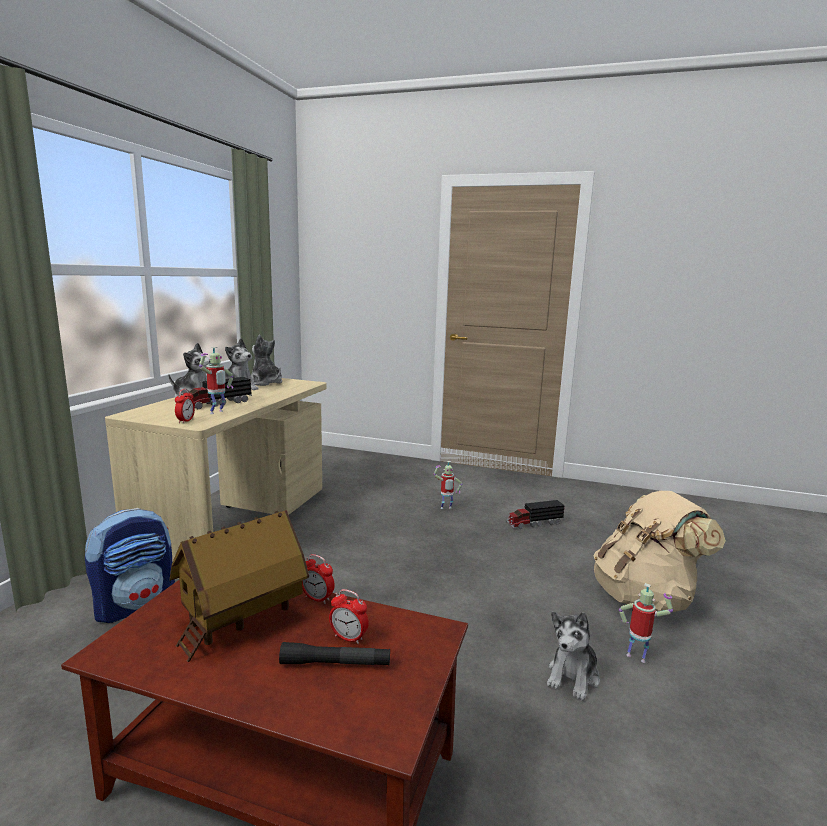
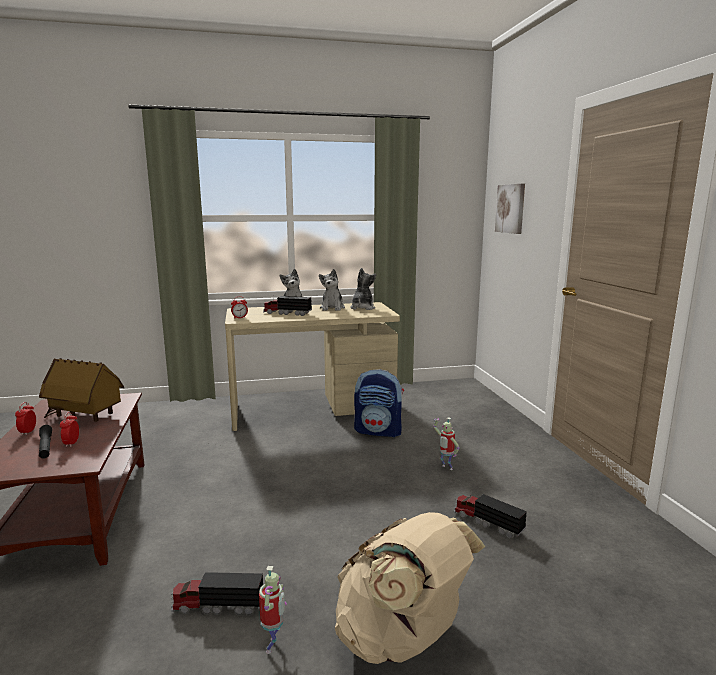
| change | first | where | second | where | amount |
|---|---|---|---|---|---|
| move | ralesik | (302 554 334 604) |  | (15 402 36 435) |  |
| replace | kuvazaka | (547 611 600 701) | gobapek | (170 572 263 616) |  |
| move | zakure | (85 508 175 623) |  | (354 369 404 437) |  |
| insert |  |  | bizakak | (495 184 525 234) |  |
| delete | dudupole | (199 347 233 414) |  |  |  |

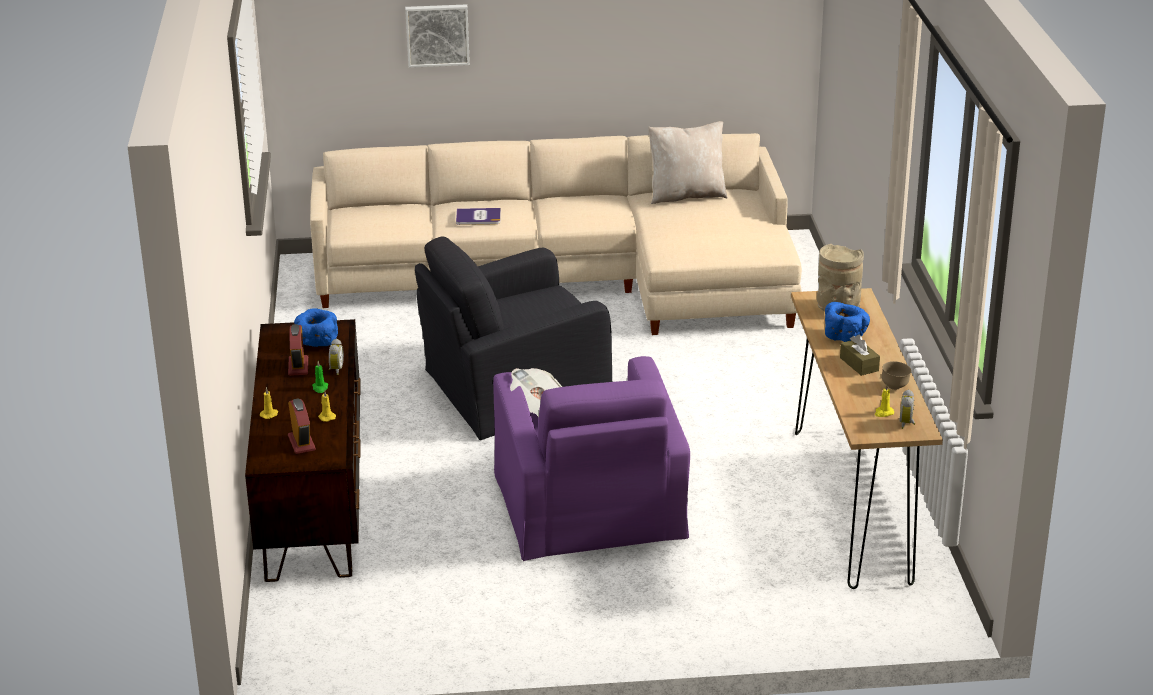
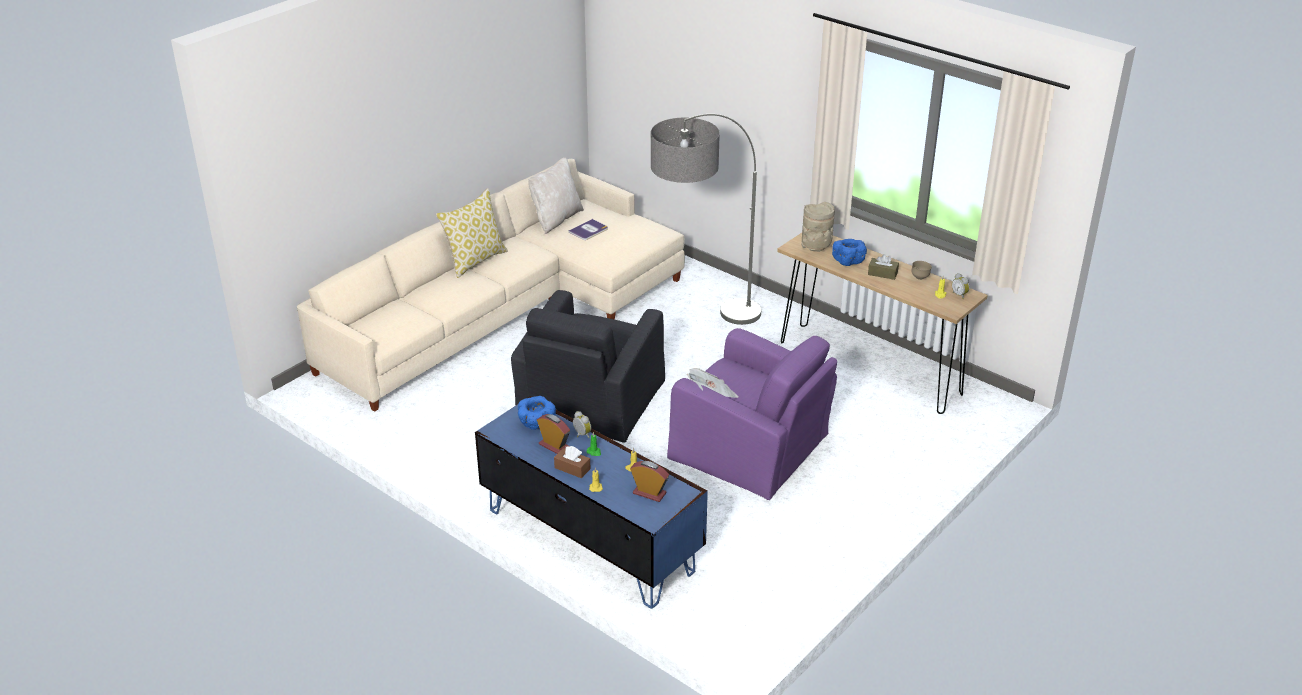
| change | first | where | second | where | amount |
|---|---|---|---|---|---|
| insert |  |  | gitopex | (436 188 508 278) |  |
| recolor | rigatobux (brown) | (245 319 361 582) | rigatobux (blue) | (475 396 708 609) |  |
| insert |  |  | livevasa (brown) | (554 446 590 478) |  |
| move | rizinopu | (456 208 501 225) |  | (568 219 608 240) |  |
| insert |  |  | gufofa | (651 114 761 325) |  |
| delete | bizakak | (405 4 470 68) |  |  |  |

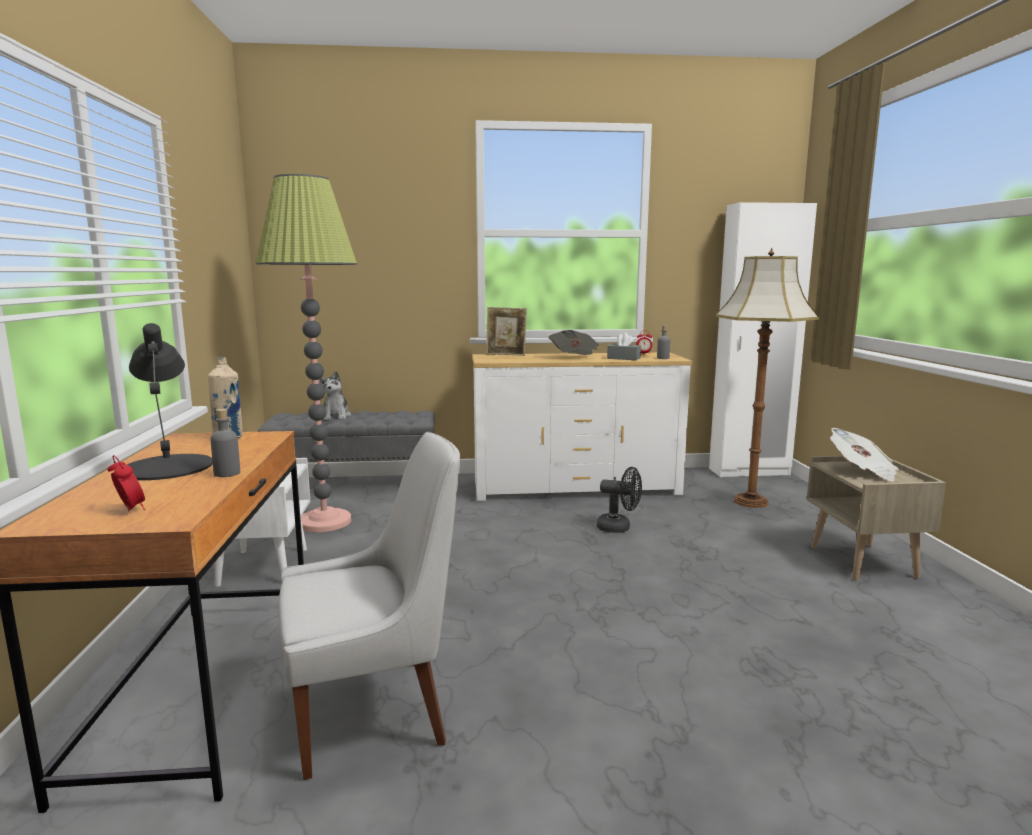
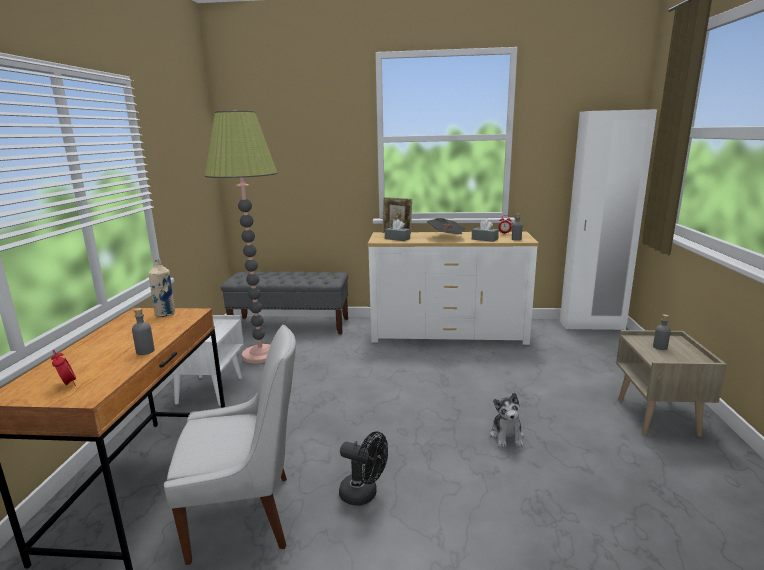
| change | first | where | second | where | amount |
|---|---|---|---|---|---|
| move | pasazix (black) | (597 467 642 533) |  | (339 431 388 506) |  |
| insert |  |  | livevasa (grey) | (385 219 410 241) |  |
| move | kuvazaka | (319 371 351 420) |  | (490 393 524 447) |  |
| replace | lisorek | (830 428 899 482) | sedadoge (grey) | (653 314 671 350) |  |
| delete | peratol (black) | (127 323 213 480) |  |  |  |
| delete | gufofa | (716 248 819 508) |  |  |  |

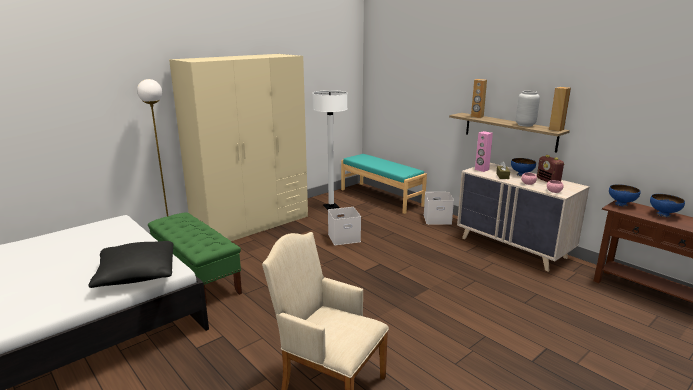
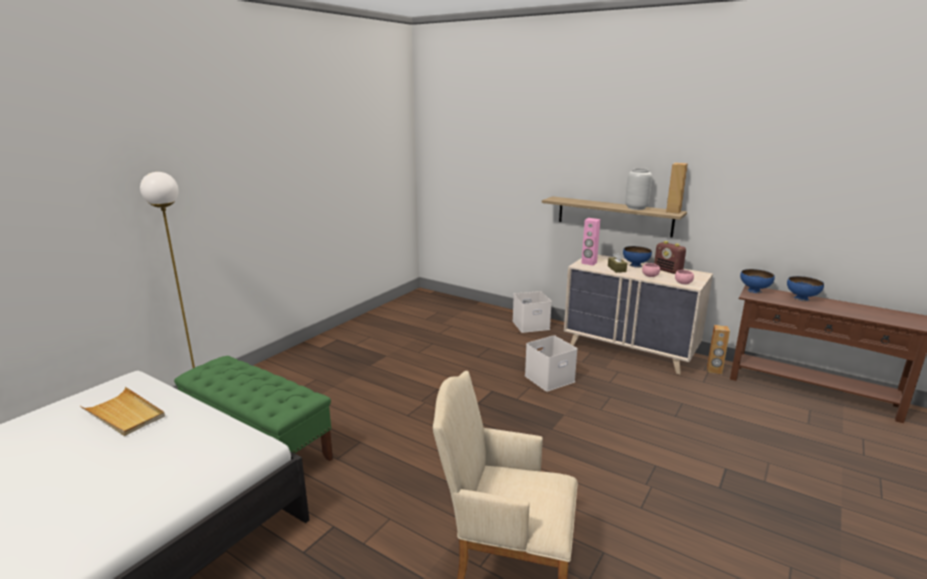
| change | first | where | second | where | amount |
|---|---|---|---|---|---|
| insert |  |  | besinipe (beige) | (80 387 165 436) |  |
| move | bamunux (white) | (328 207 361 245) |  | (525 335 578 392) |  |
| move | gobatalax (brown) | (471 79 487 118) |  | (707 325 730 374) |  |
| delete | gitopex (black) | (89 241 173 288) |  |  |  |
| delete | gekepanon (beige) | (169 54 308 241) |  |  |  |
| delete | gufofa (white) | (312 90 348 210) |  |  |  |
| delete | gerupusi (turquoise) | (341 154 427 214) |  |  |  |

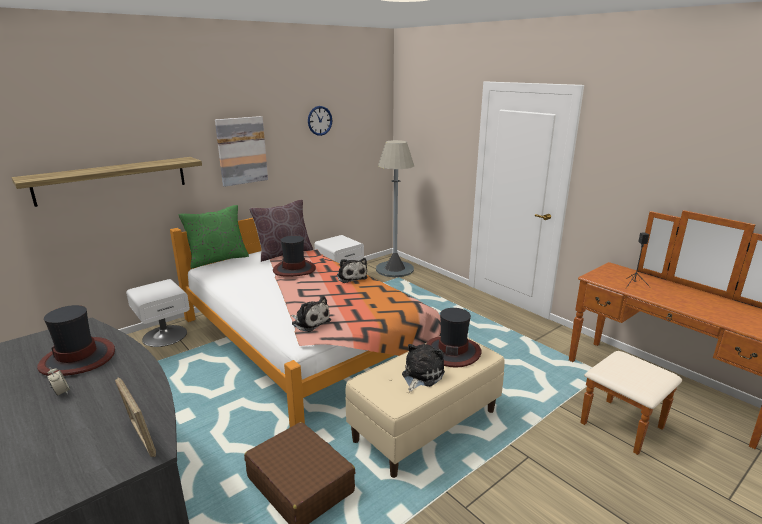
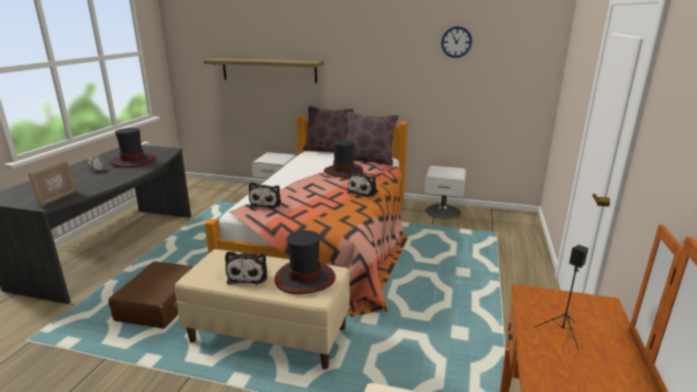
| change | first | where | second | where | amount |
|---|---|---|---|---|---|
| rotate | kuvazaka | (402 344 445 392) |  | (225 251 267 285) | 90 degrees clockwise |
| recolor | gitopex (green) | (179 205 249 269) | gitopex (brown) | (303 106 354 152) |  |
| delete | bizakak | (215 116 268 187) |  |  |  |
| delete | gufofa (grey) | (376 140 414 277) |  |  |  |

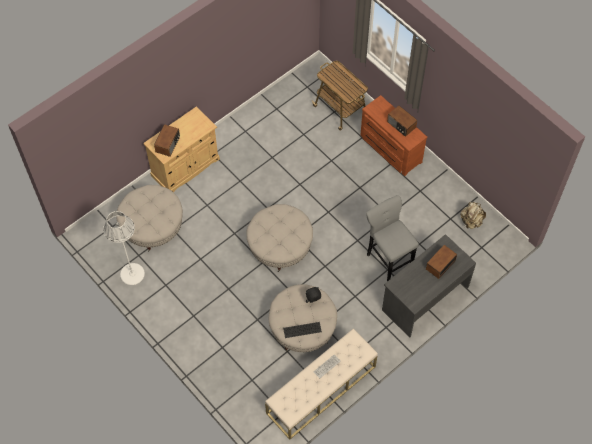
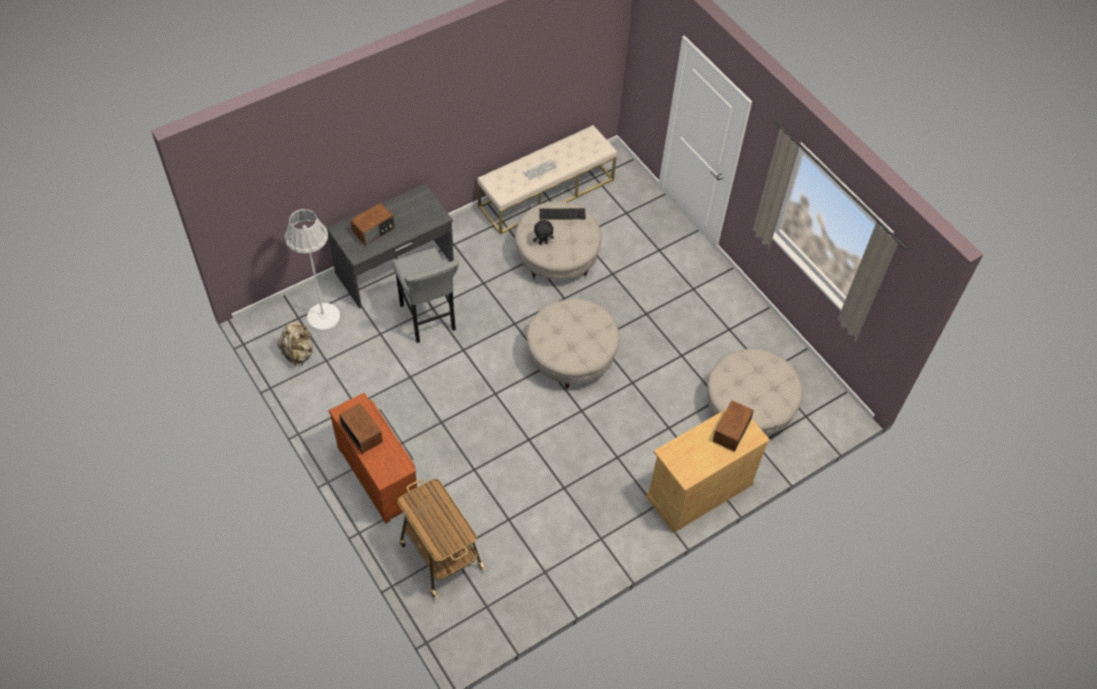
| change | first | where | second | where | amount |
|---|---|---|---|---|---|
| move | gufofa (white) | (103 211 145 285) |  | (285 209 340 330) |  |

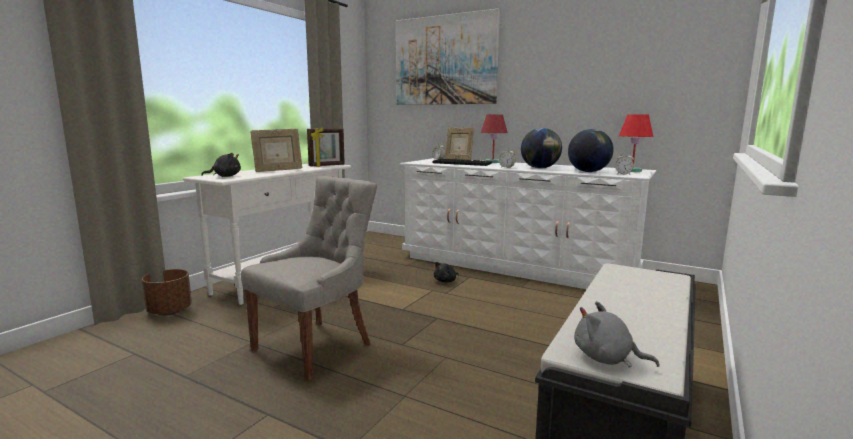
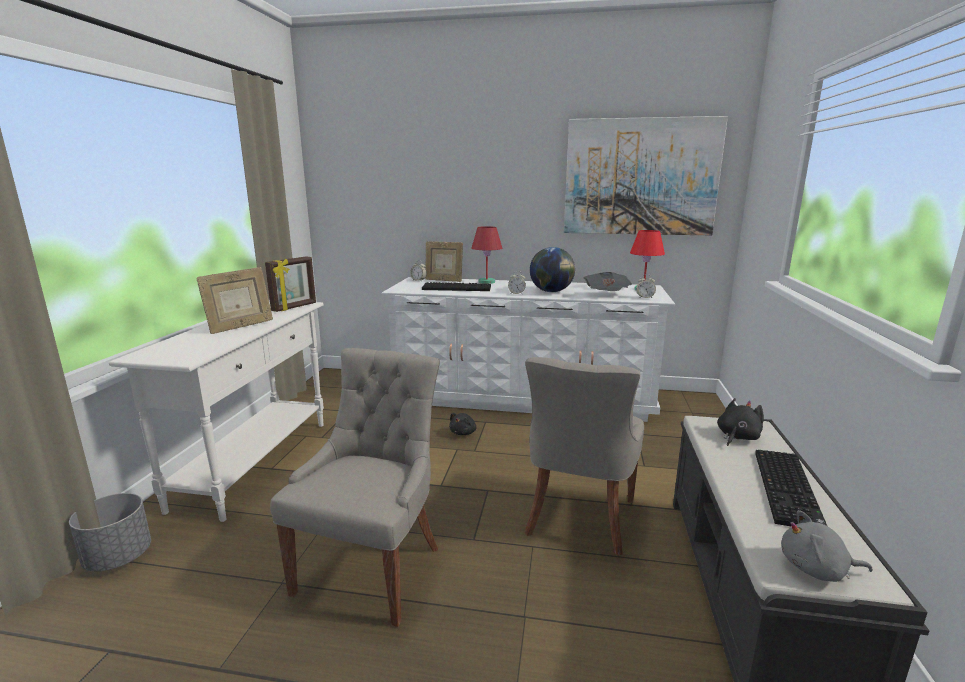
| change | first | where | second | where | amount |
|---|---|---|---|---|---|
| recolor | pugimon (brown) | (142 269 192 316) | pugimon (grey) | (69 493 151 571) |  |
| insert |  |  | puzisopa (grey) | (525 357 644 556) |  |
| move | bizakak | (396 9 500 105) |  | (564 116 728 235) |  |
| replace | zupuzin | (568 129 614 172) | lisorek | (583 272 632 291) |  |
| move | kuvazaka (black) | (201 153 241 177) |  | (717 398 764 446) |  |
| insert |  |  | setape | (755 450 827 526) |  |

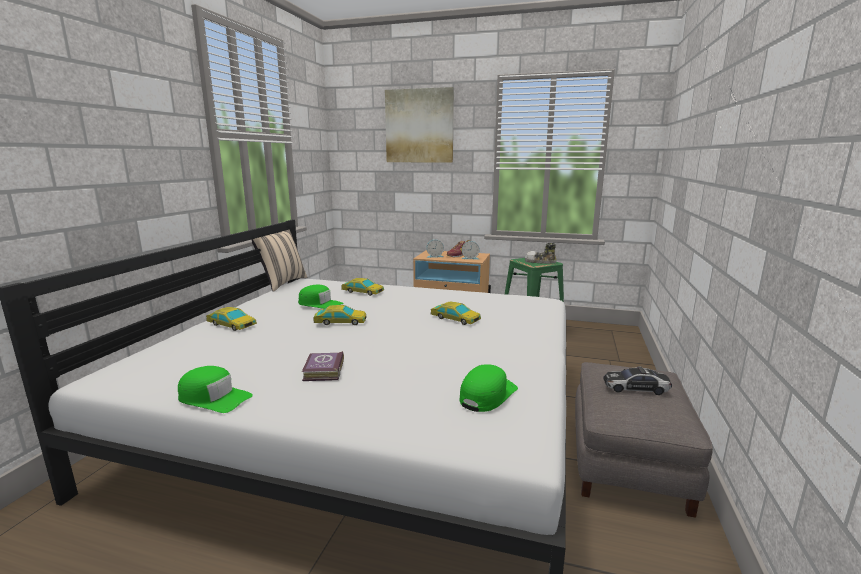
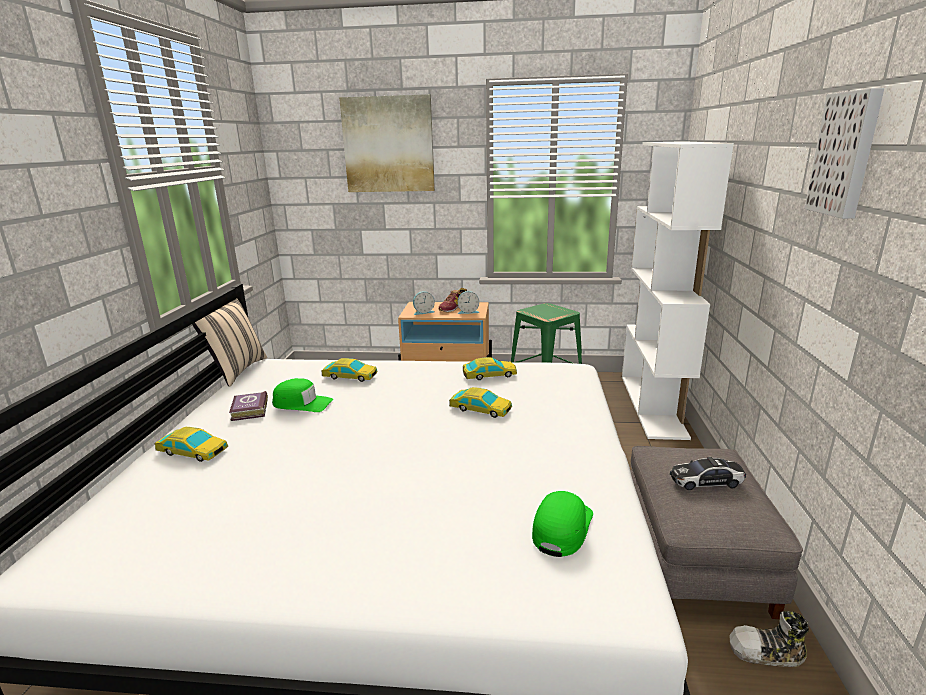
| change | first | where | second | where | amount |
|---|---|---|---|---|---|
| move | rizinopu | (302 351 344 381) |  | (229 391 268 421) |  |
| move | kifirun | (313 305 366 325) |  | (463 357 517 380) |  |
| insert |  |  | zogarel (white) | (622 141 734 440) |  |
| move | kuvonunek | (525 243 557 264) |  | (729 611 809 667) |  |
| insert |  |  | bizakak | (804 88 884 219) |  |
| delete | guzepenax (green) | (178 366 253 413) |  |  |  |

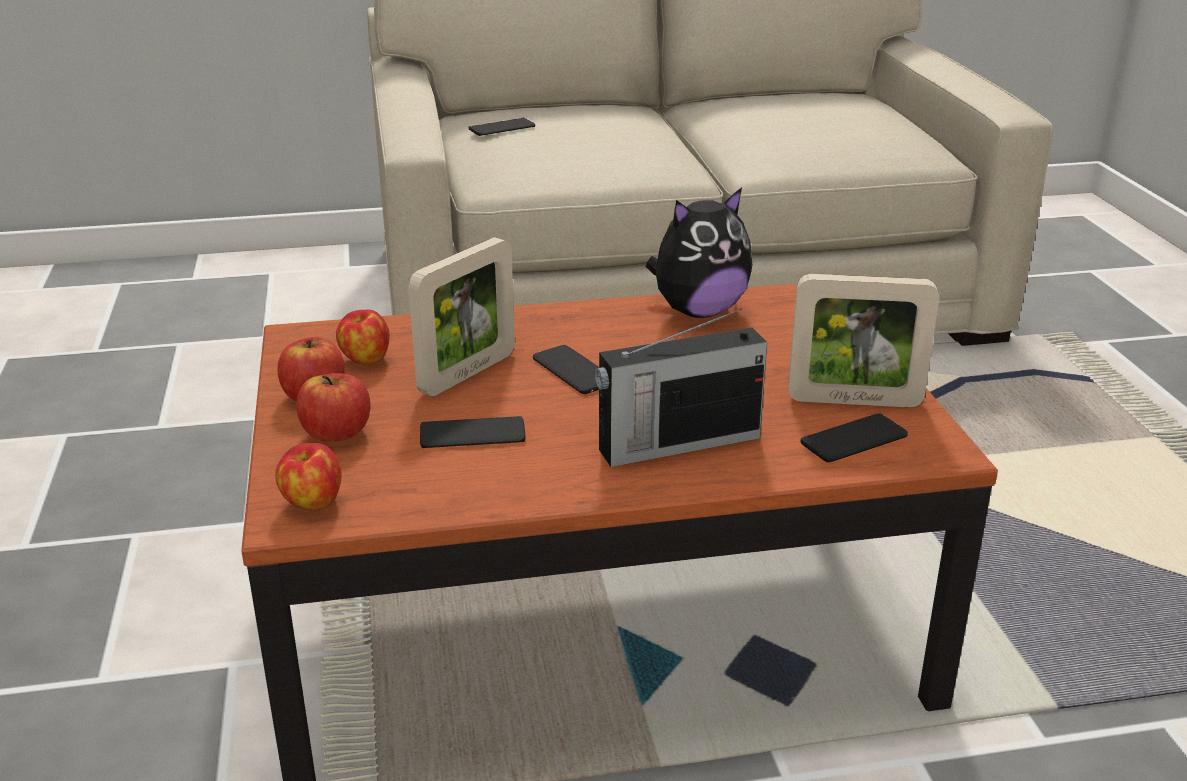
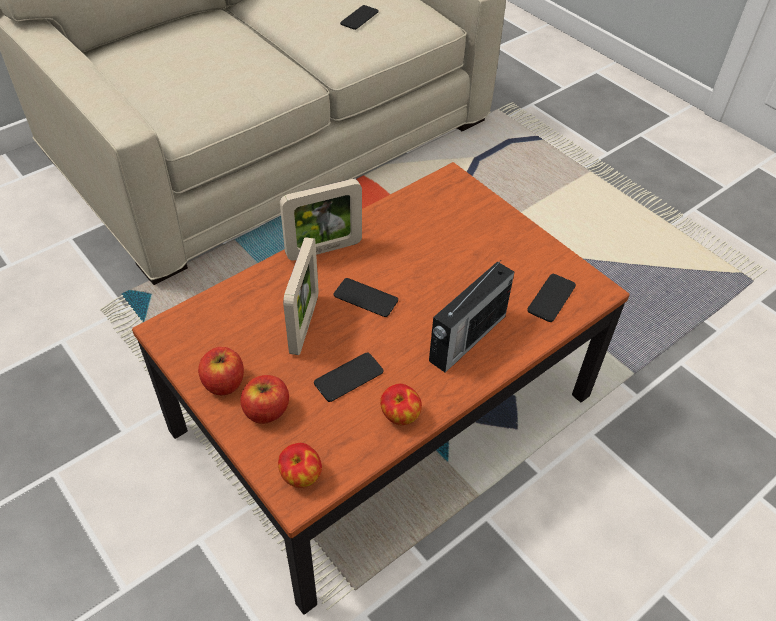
| change | first | where | second | where | amount |
|---|---|---|---|---|---|
| move | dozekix | (788 274 939 407) |  | (280 179 362 261) |  |
| move | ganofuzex | (469 118 535 136) |  | (340 5 379 30) |  |
| move | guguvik | (336 310 390 364) |  | (380 384 422 425) |  |
| delete | kuvazaka | (646 187 752 318) |  |  |  |

